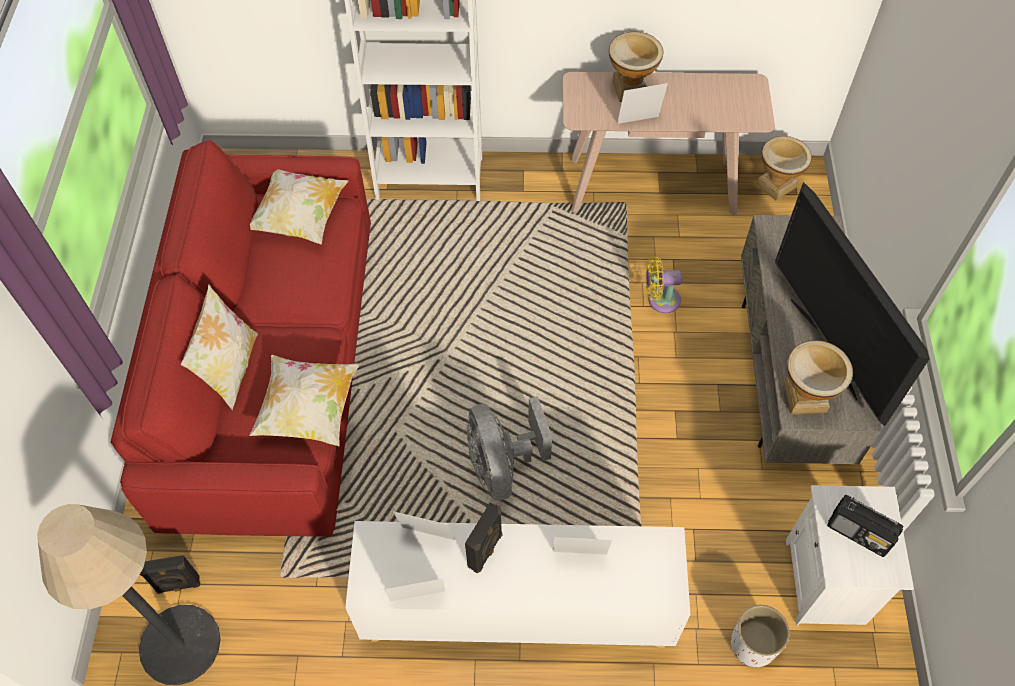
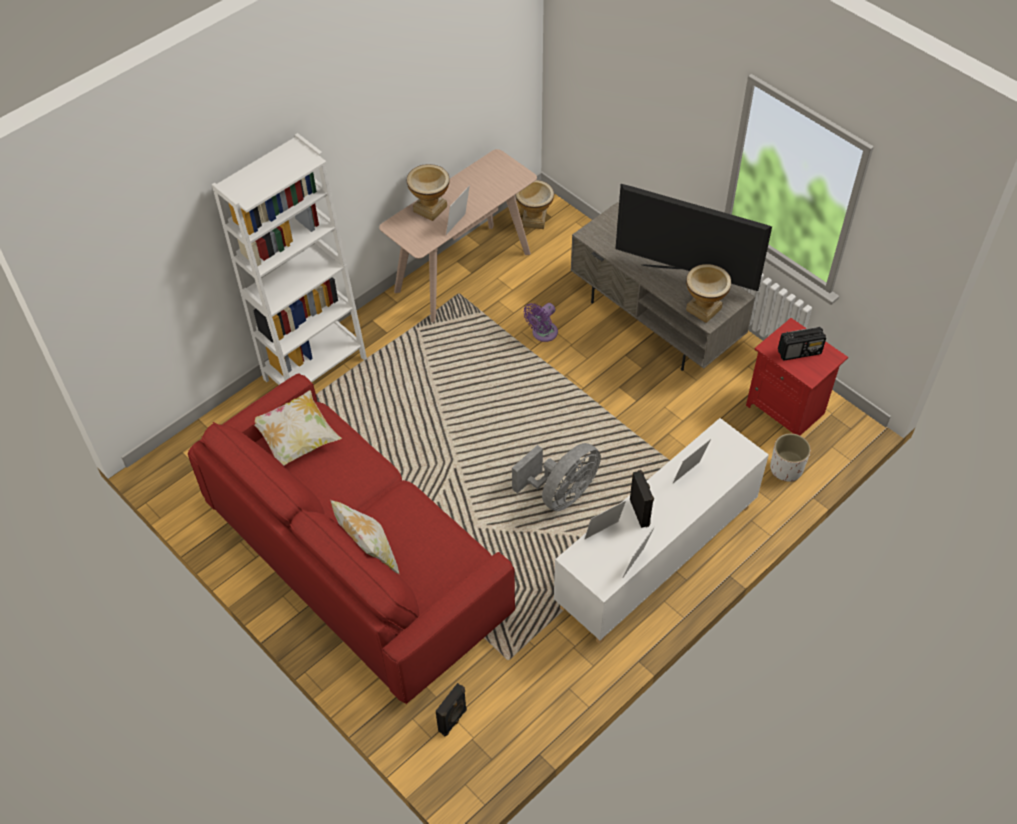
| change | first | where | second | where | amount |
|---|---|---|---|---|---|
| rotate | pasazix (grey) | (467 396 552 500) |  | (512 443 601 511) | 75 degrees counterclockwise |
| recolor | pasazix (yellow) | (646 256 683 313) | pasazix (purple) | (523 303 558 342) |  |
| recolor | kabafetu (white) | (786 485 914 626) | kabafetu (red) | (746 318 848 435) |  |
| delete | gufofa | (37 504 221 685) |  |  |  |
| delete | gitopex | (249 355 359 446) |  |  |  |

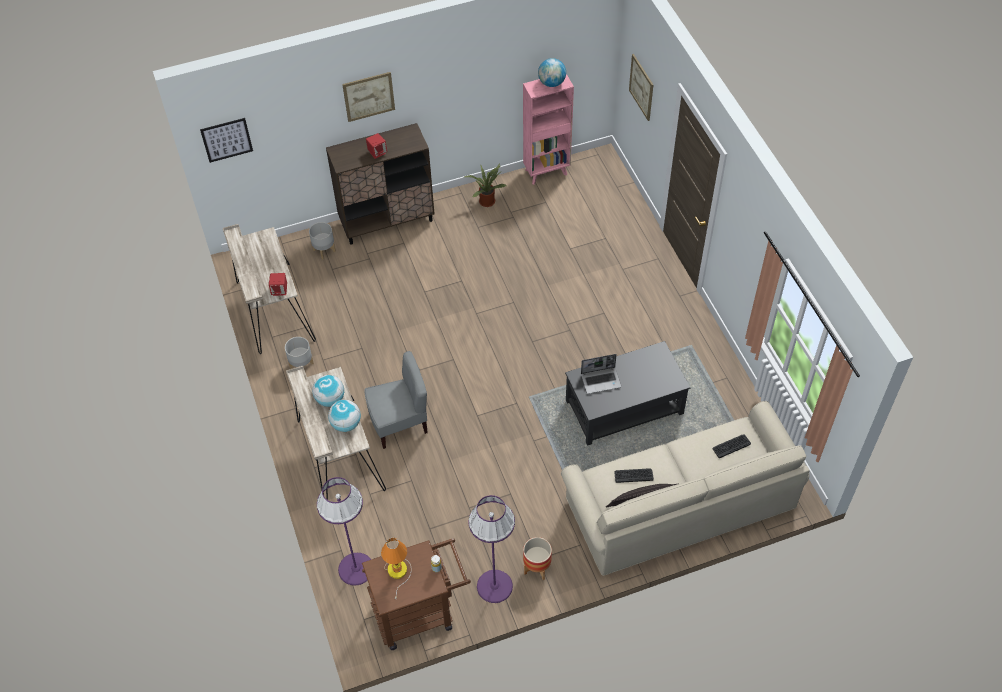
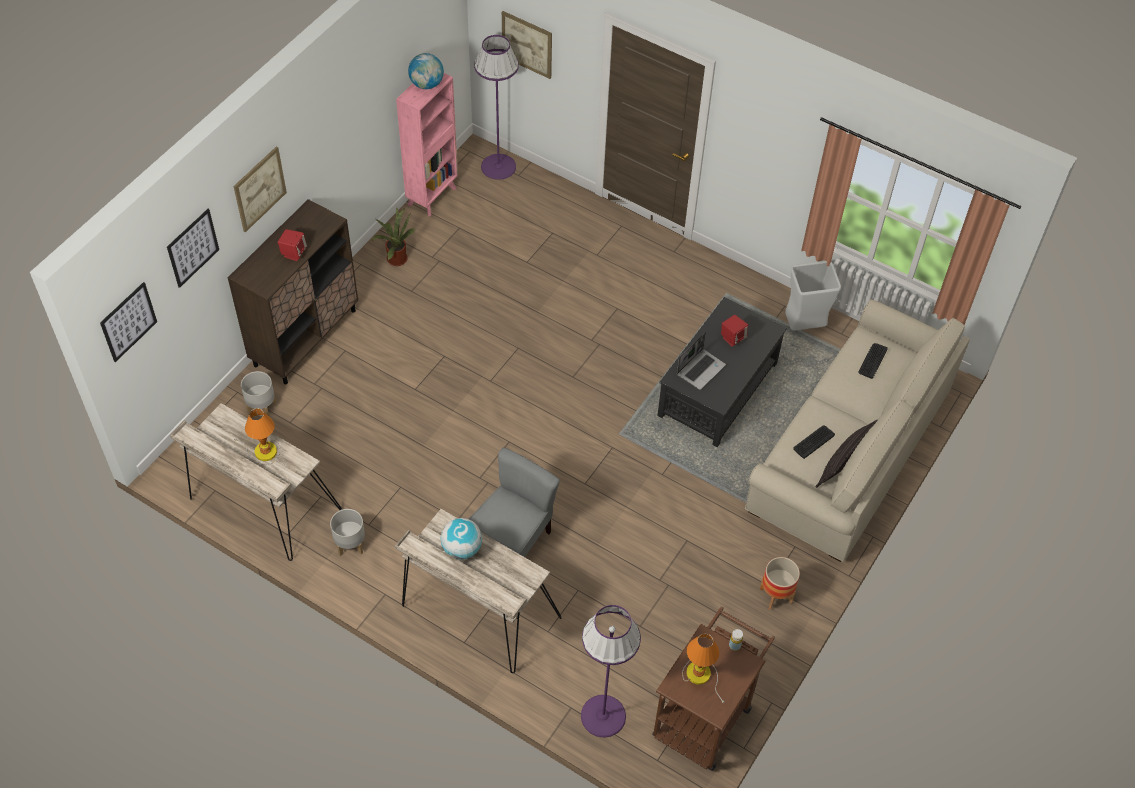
| change | first | where | second | where | amount |
|---|---|---|---|---|---|
| insert |  |  | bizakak | (167 209 219 288) |  |
| insert |  |  | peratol | (234 408 280 465) |  |
| move | gufofa (purple) | (469 495 515 603) |  | (474 35 519 180) |  |
| move | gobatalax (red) | (269 273 287 296) |  | (721 315 748 347) |  |
| insert |  |  | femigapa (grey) | (785 261 841 331) |  |
| delete | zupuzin | (328 400 361 432) |  |  |  |

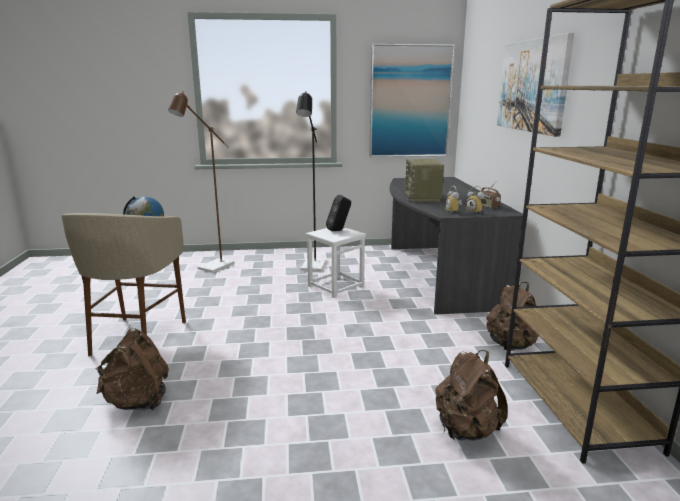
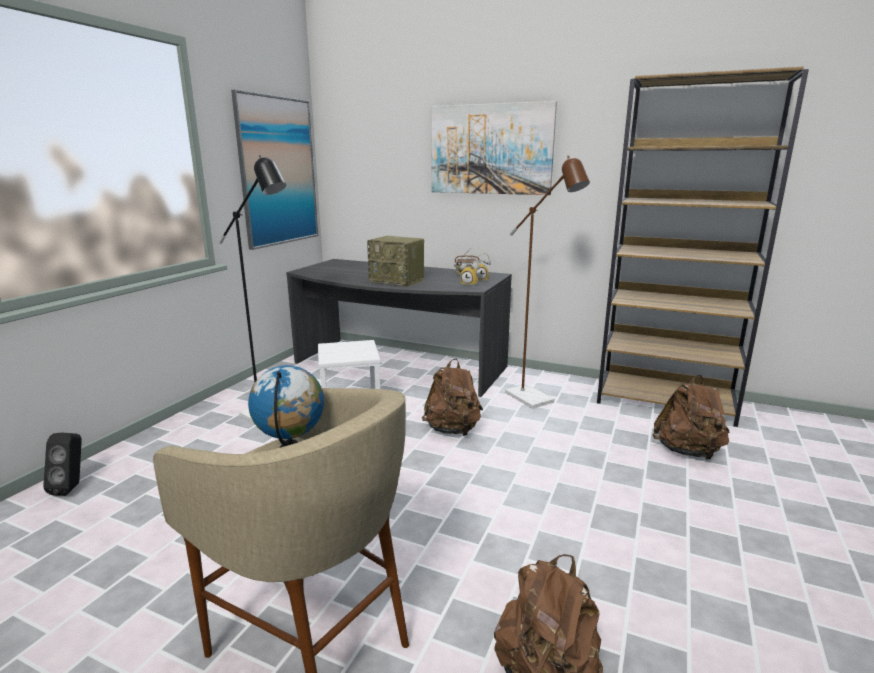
| change | first | where | second | where | amount |
|---|---|---|---|---|---|
| move | gobatalax (black) | (326 195 351 231) |  | (43 433 82 496) |  |
| move | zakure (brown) | (486 282 539 351) |  | (422 358 483 436) |  |
| move | gufofa (brown) | (168 91 234 273) |  | (505 155 590 409) |  |

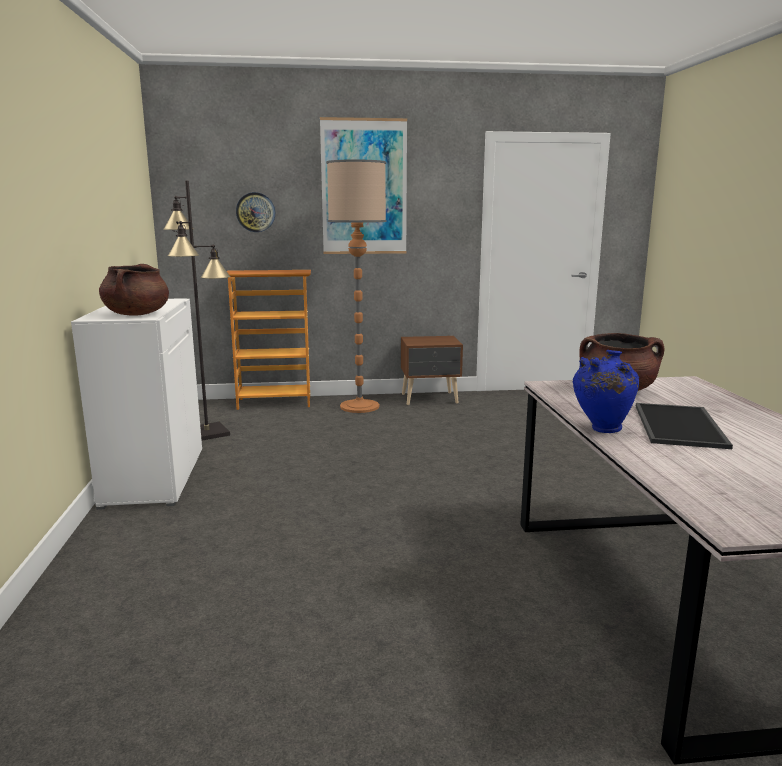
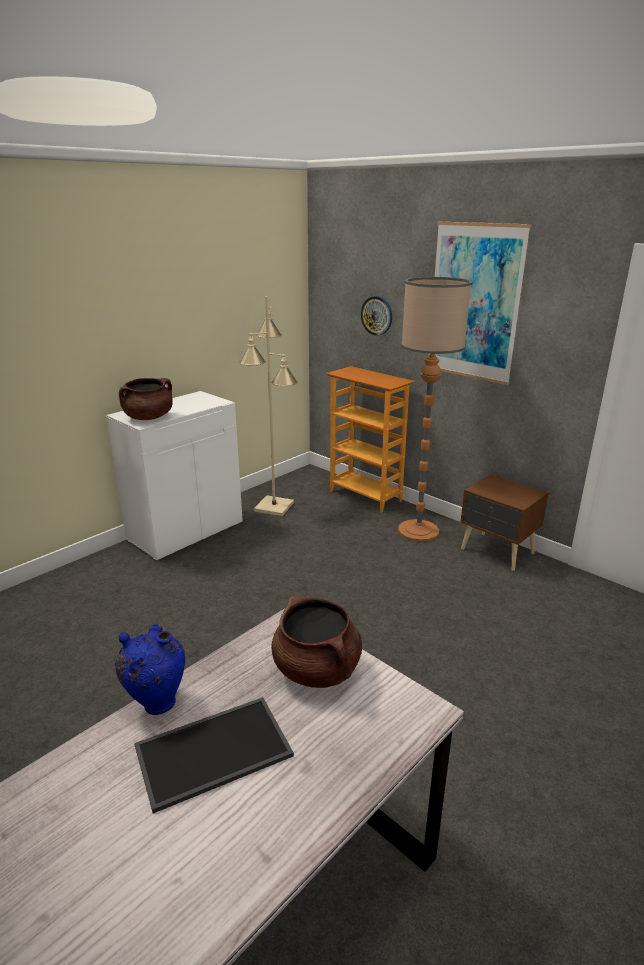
| change | first | where | second | where | amount |
|---|---|---|---|---|---|
| recolor | gufofa (black) | (163 180 231 440) | gufofa (beige) | (239 296 297 516) |  |

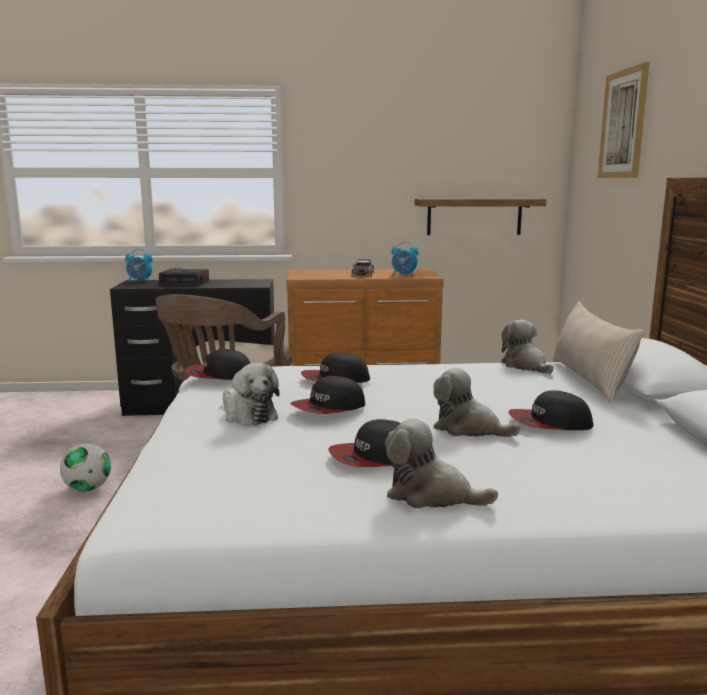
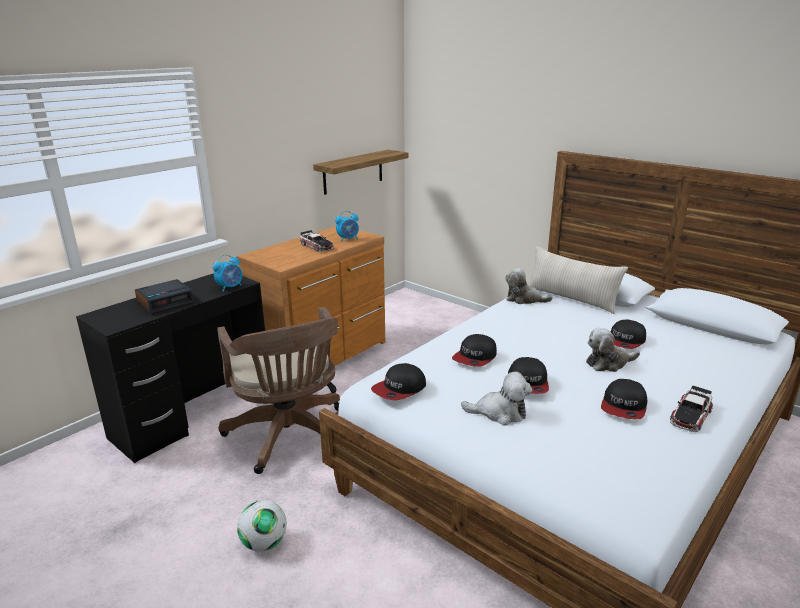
| change | first | where | second | where | amount |
|---|---|---|---|---|---|
| move | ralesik | (125 249 153 282) |  | (213 254 242 292) |  |
| replace | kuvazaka | (385 418 498 508) | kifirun | (670 386 713 432) |  |
| delete | bizakak | (598 62 649 178) |  |  |  |

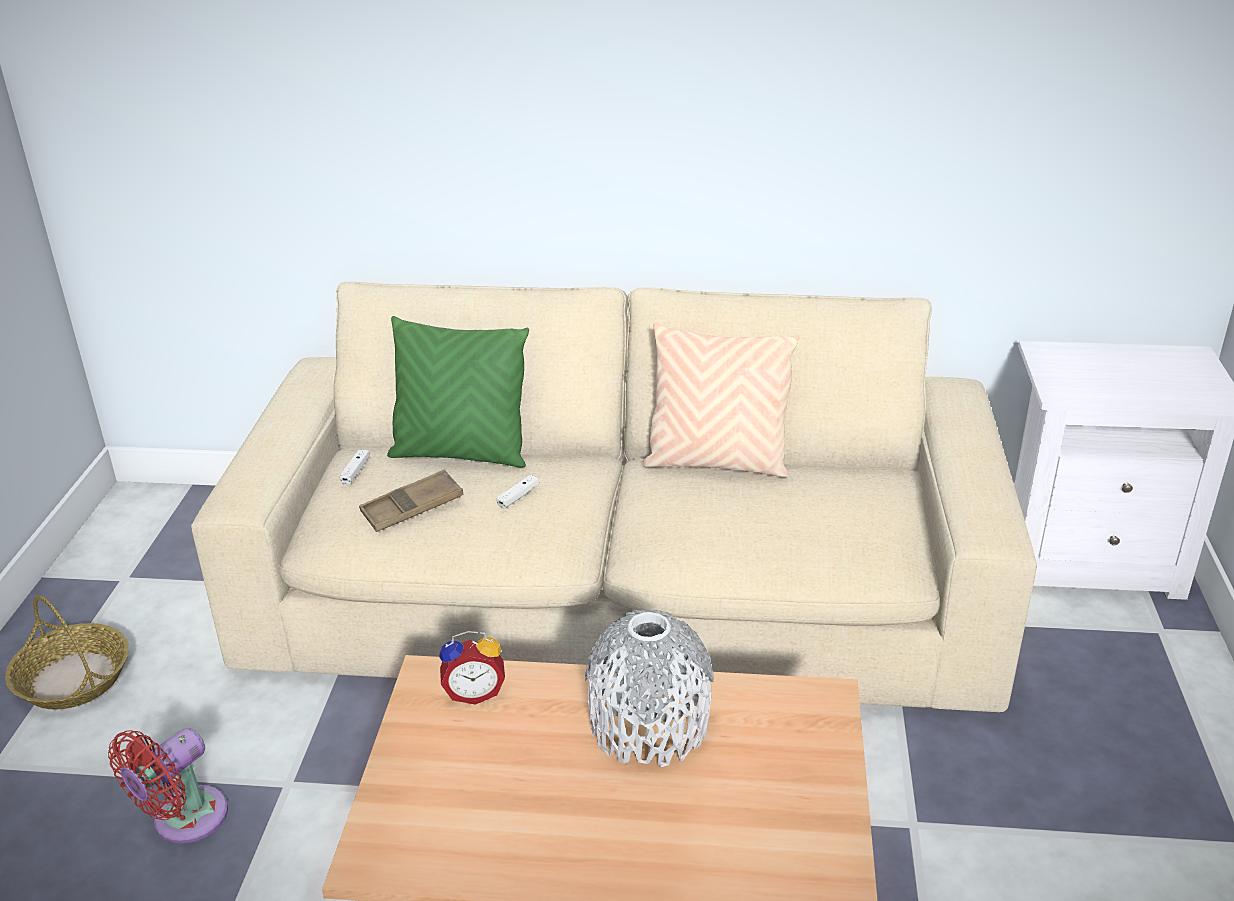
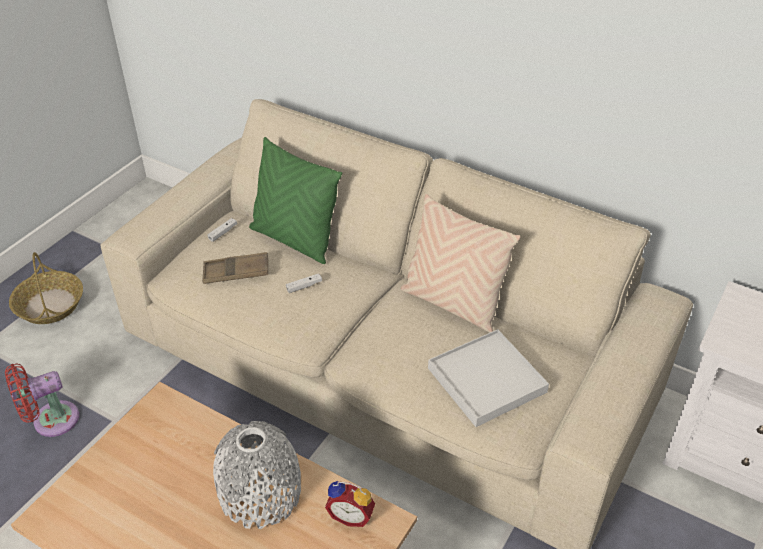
| change | first | where | second | where | amount |
|---|---|---|---|---|---|
| move | ralesik | (439 631 505 705) |  | (325 481 375 527) |  |
| insert |  |  | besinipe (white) | (428 329 549 427) |  |

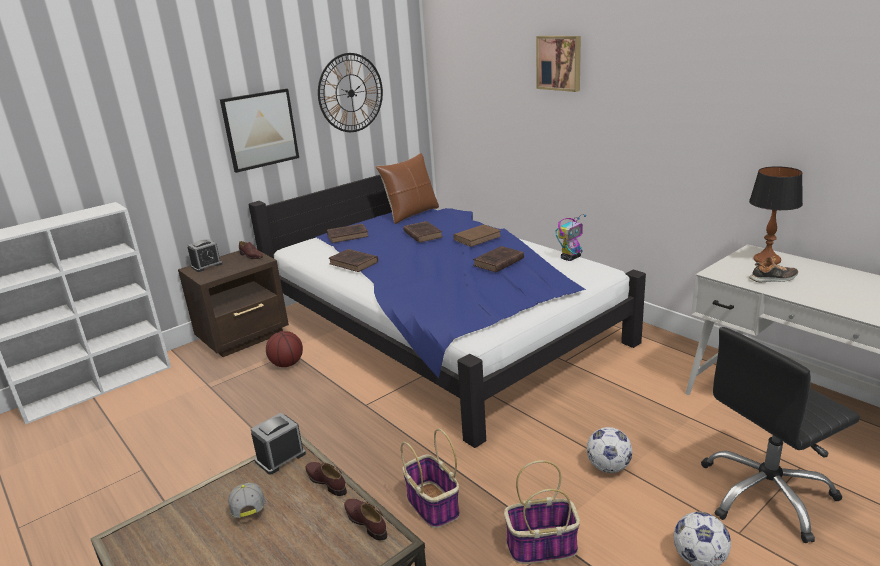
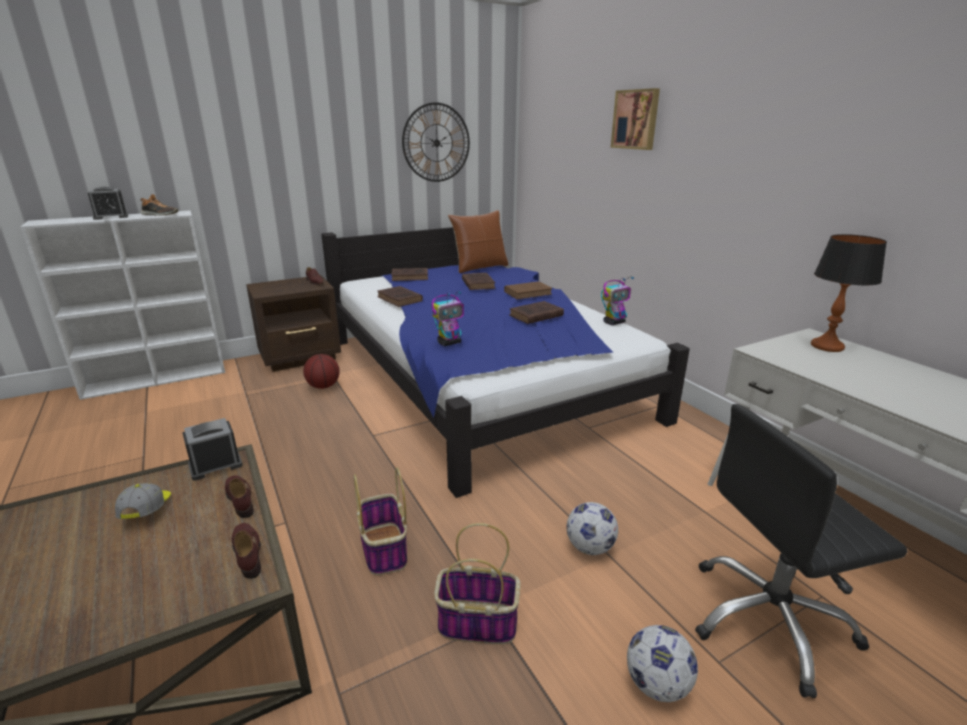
| change | first | where | second | where | amount |
|---|---|---|---|---|---|
| move | ralesik | (187 239 223 272) |  | (88 187 128 220) |  |
| move | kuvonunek | (749 256 798 282) |  | (141 194 178 216) |  |
| insert |  |  | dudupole | (432 291 464 346) |  |
| delete | bizakak | (220 88 299 173) |  |  |  |

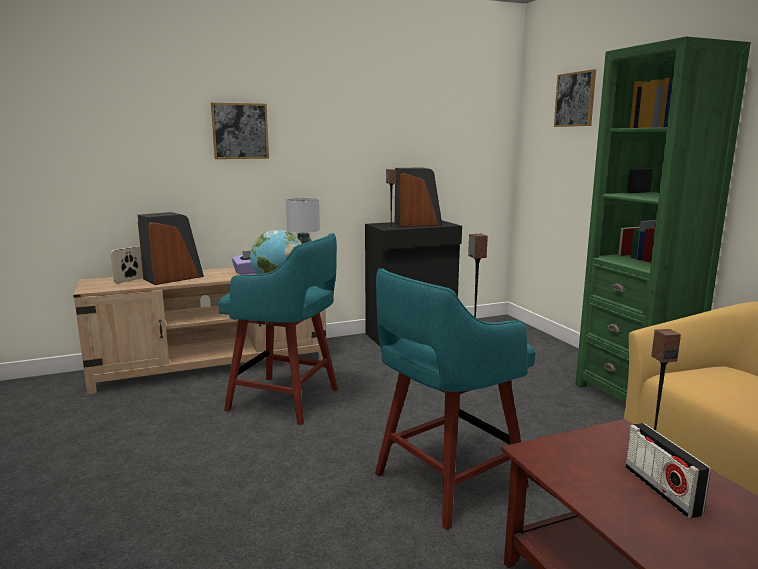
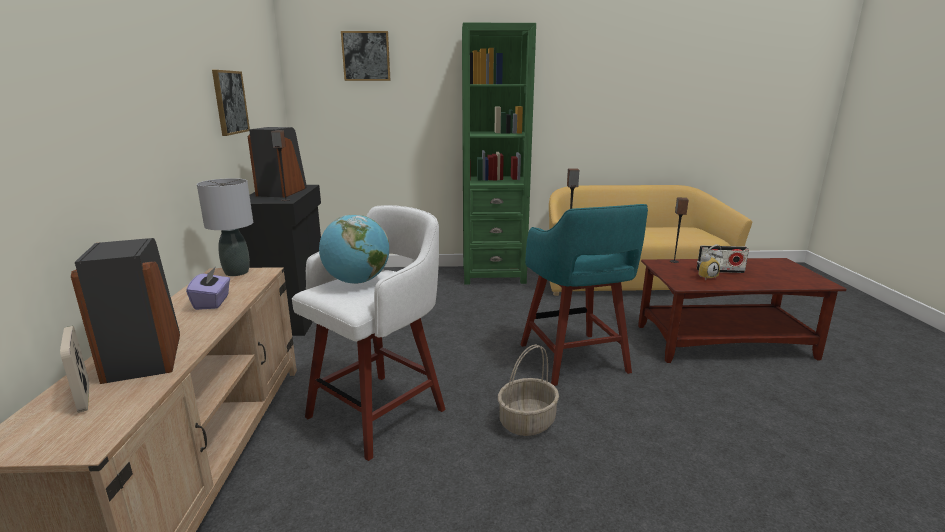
| change | first | where | second | where | amount |
|---|---|---|---|---|---|
| move | bizakak | (211 102 269 159) |  | (212 70 250 136) |  |
| recolor | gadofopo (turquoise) | (218 233 338 425) | gadofopo (white) | (292 205 446 461) |  |
| insert |  |  | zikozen | (498 345 559 436) |  |
| insert |  |  | ralesik | (697 244 723 280) |  |

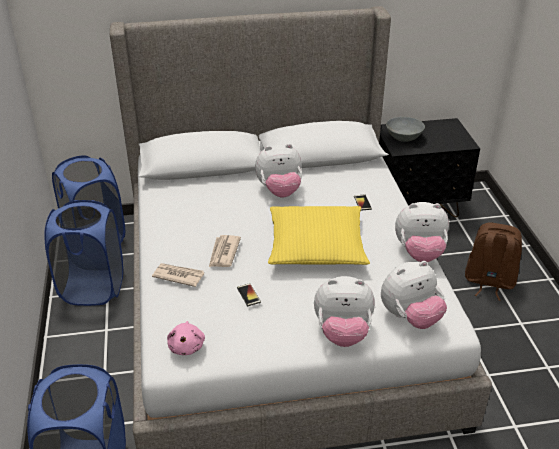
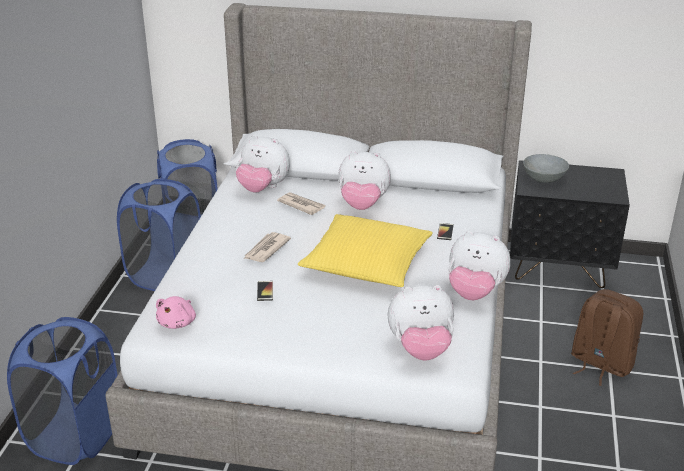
| change | first | where | second | where | amount |
|---|---|---|---|---|---|
| move | kuvazaka | (314 276 375 347) |  | (236 135 290 193) |  |
| move | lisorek | (152 263 204 287) |  | (277 192 326 215) |  |

